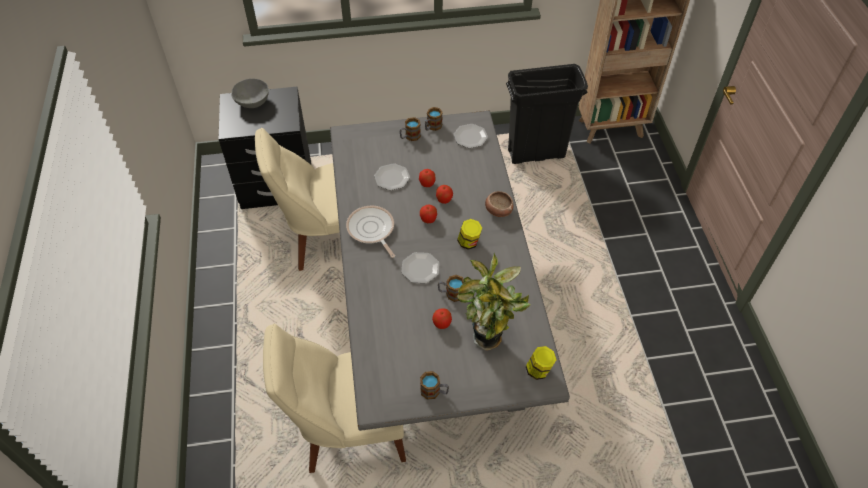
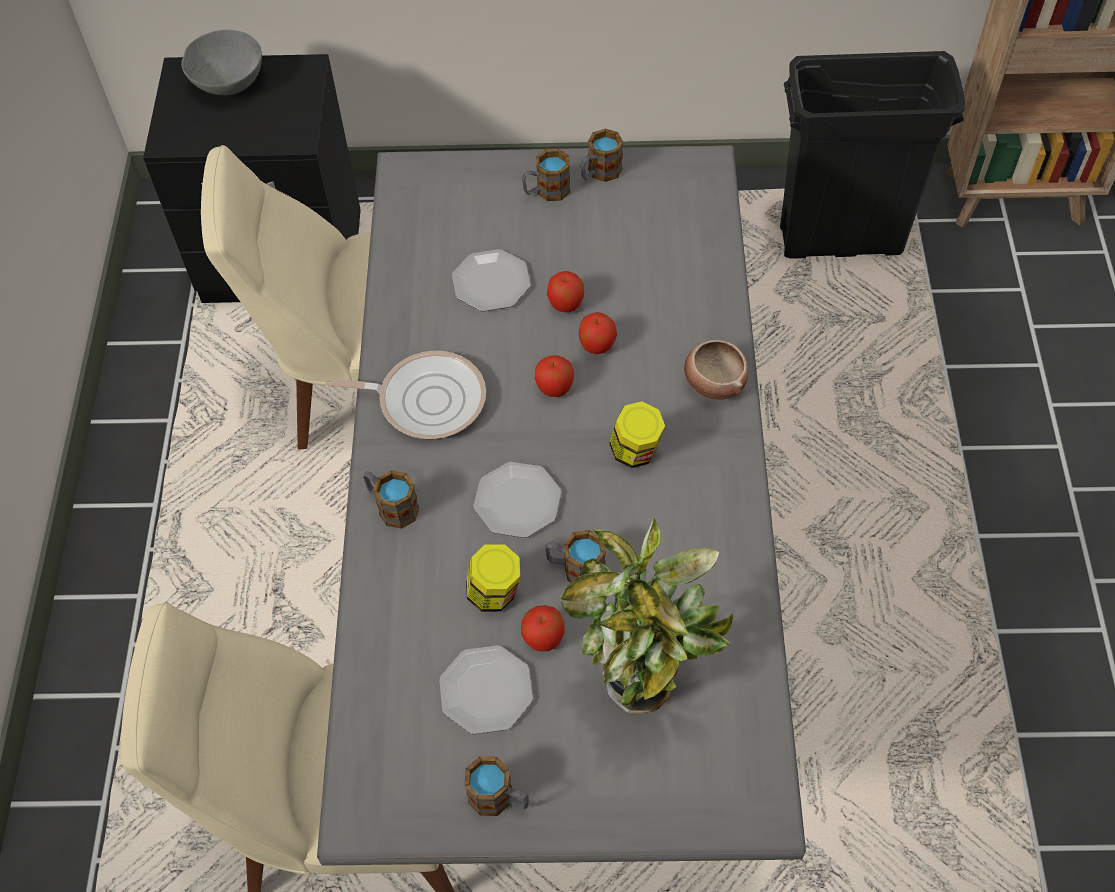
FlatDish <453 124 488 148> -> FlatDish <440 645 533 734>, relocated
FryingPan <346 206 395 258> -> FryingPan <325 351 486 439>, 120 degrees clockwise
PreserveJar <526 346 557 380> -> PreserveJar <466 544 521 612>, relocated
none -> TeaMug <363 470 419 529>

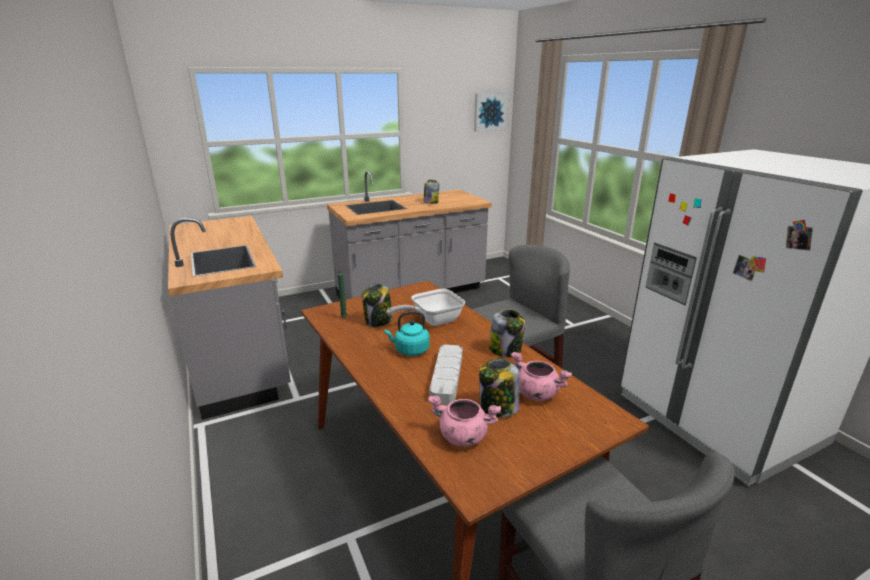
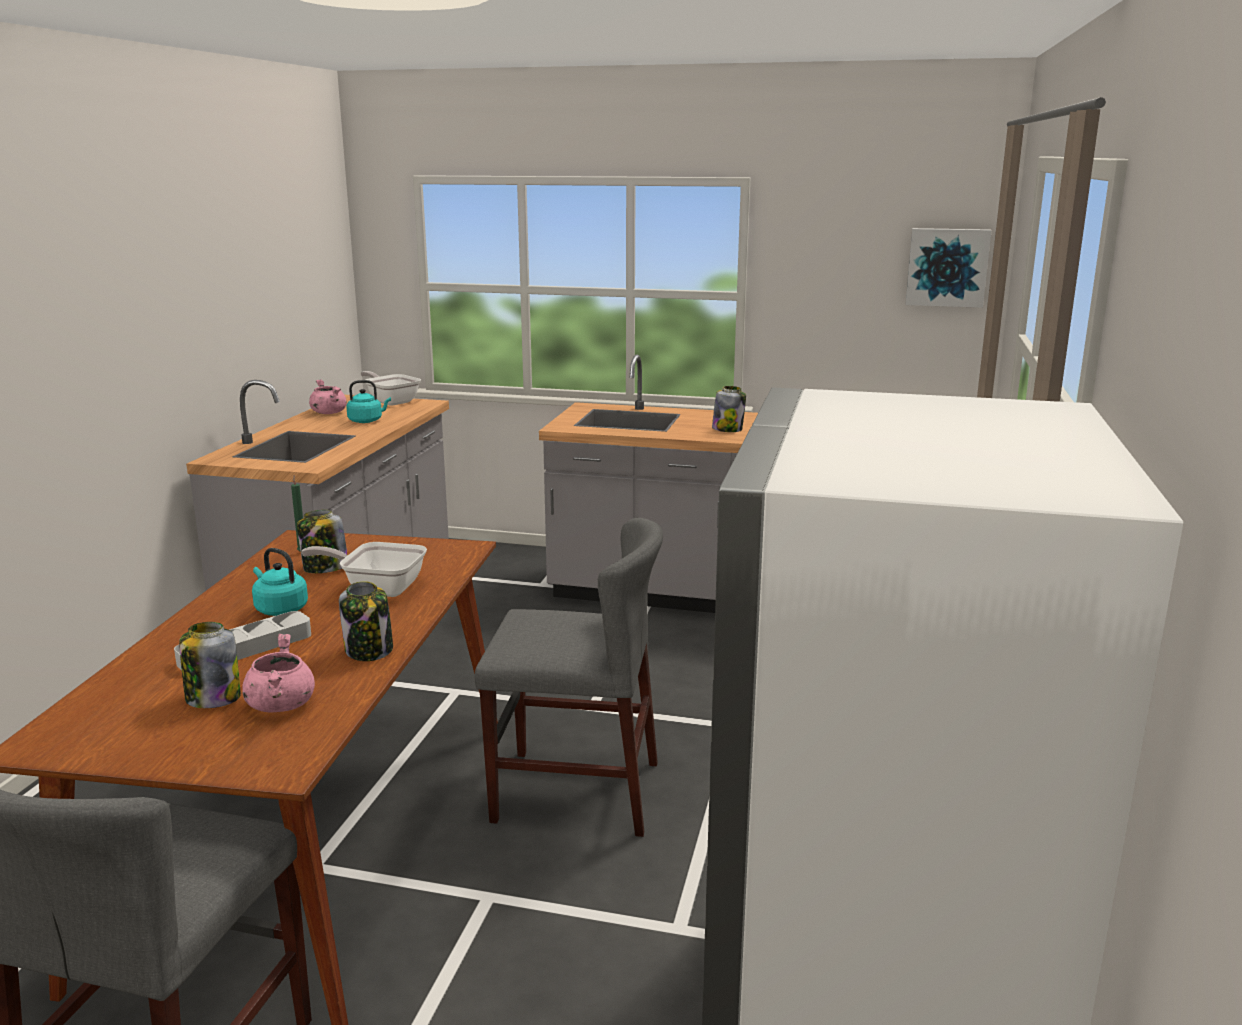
PinkStockpot <428 396 501 447> -> PinkStockpot <309 379 347 414>, relocated
none -> FryingPan <360 371 421 406>
none -> TurquoiseKettle <346 380 391 423>

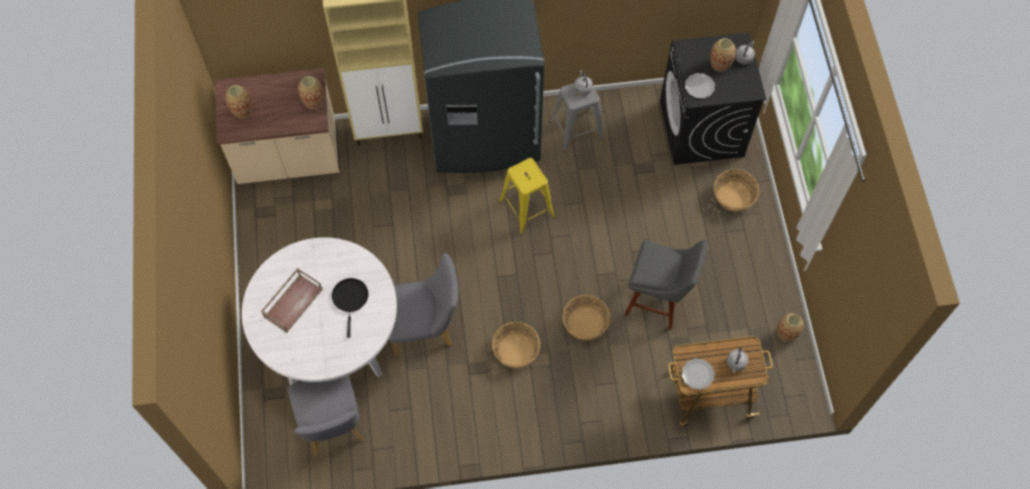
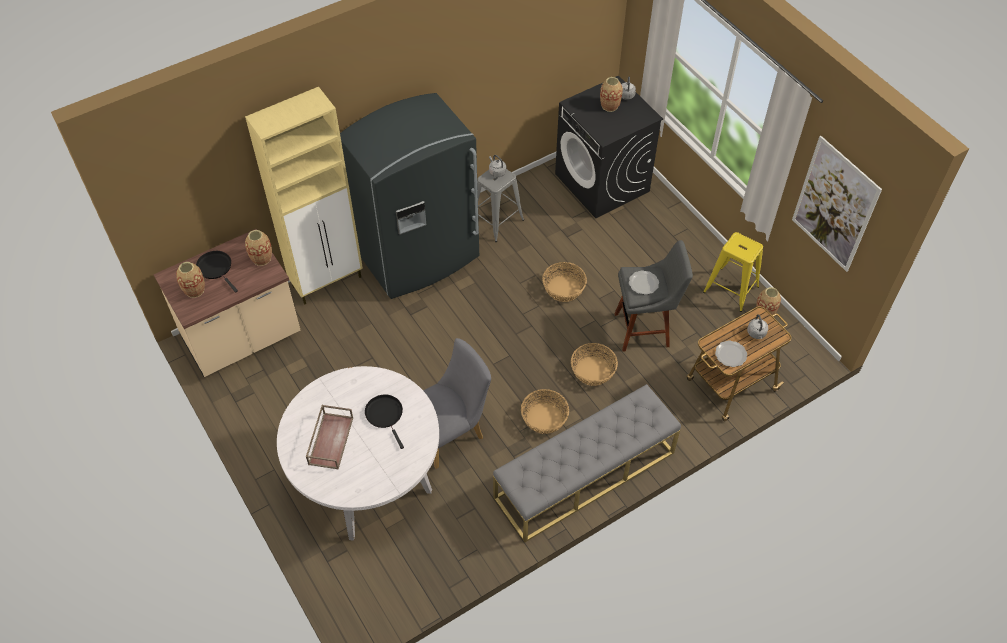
FlatDish <685 73 715 99> -> FlatDish <629 270 659 295>, relocated
YellowColouredSittingStool <499 158 555 235> -> YellowColouredSittingStool <703 232 763 312>, relocated
HouseholdBasket <714 169 759 212> -> HouseholdBasket <542 262 587 302>, relocated
GreyUprightChair <288 375 363 456> -> none
none -> Picture <792 136 882 272>
none -> BlackishFryingPan <196 251 238 292>
none -> GreyLongSeat <493 384 681 542>

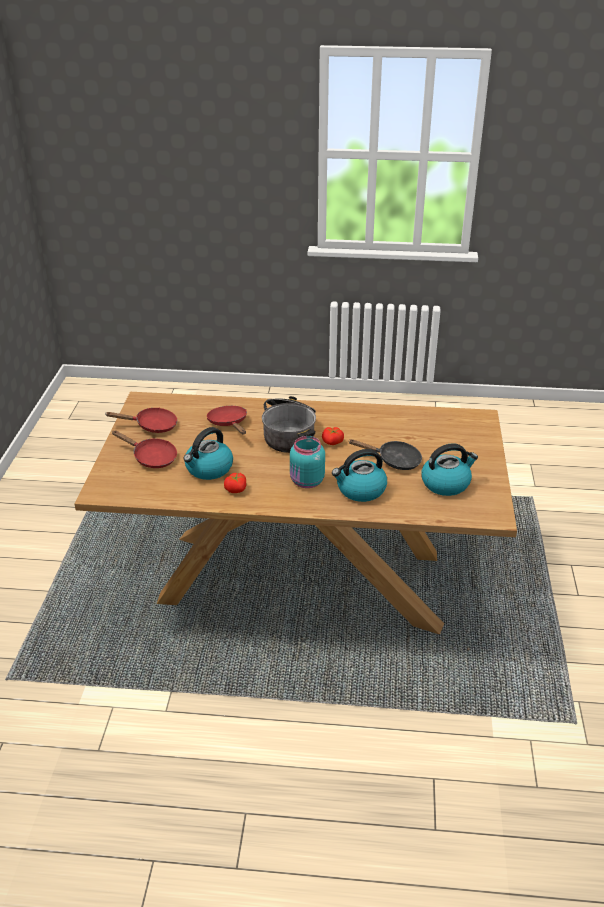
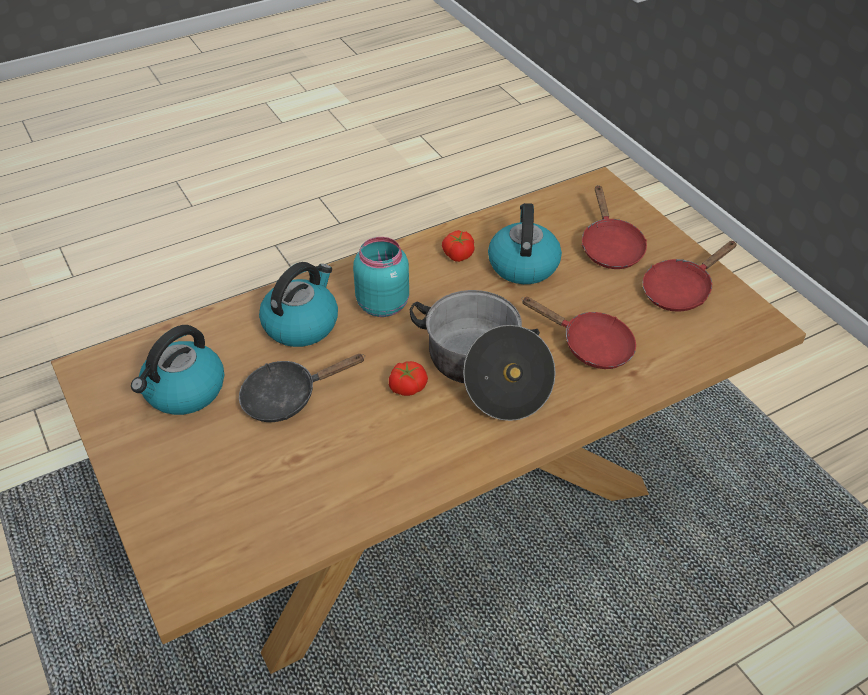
ReddishFryingPan <112 430 177 468> -> ReddishFryingPan <581 185 647 269>, 90 degrees counterclockwise

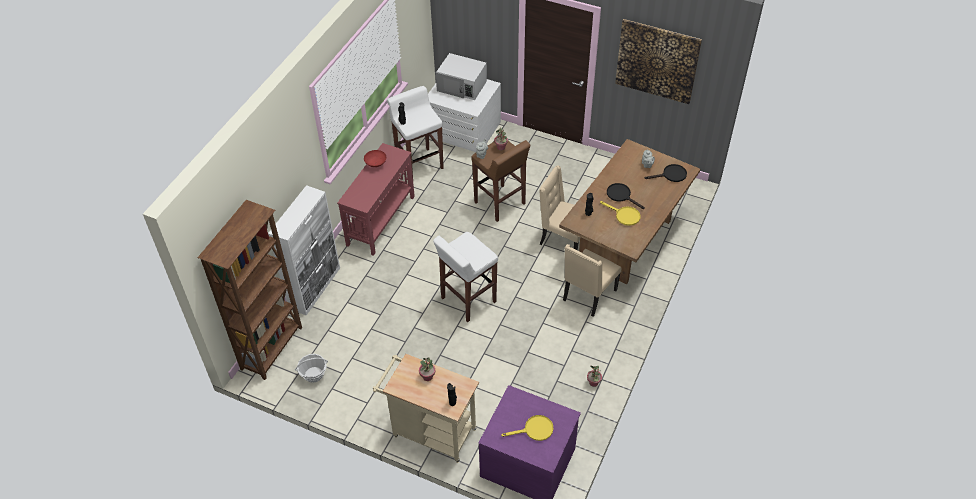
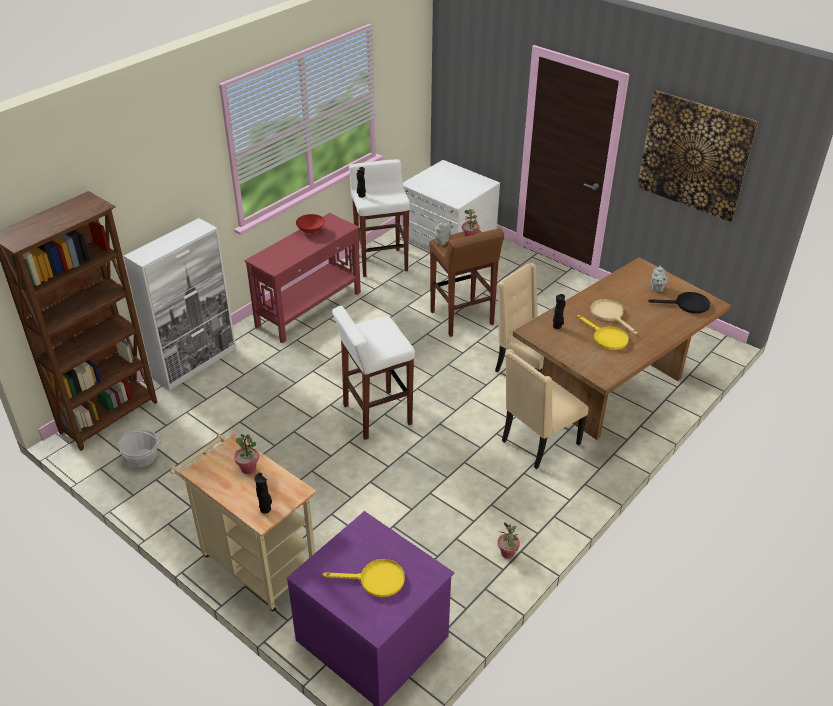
WhitishMicrowaveOven <436 53 487 100> -> none
BlackishFryingPan <607 183 645 209> -> BeigeFryingPan <590 299 637 335>

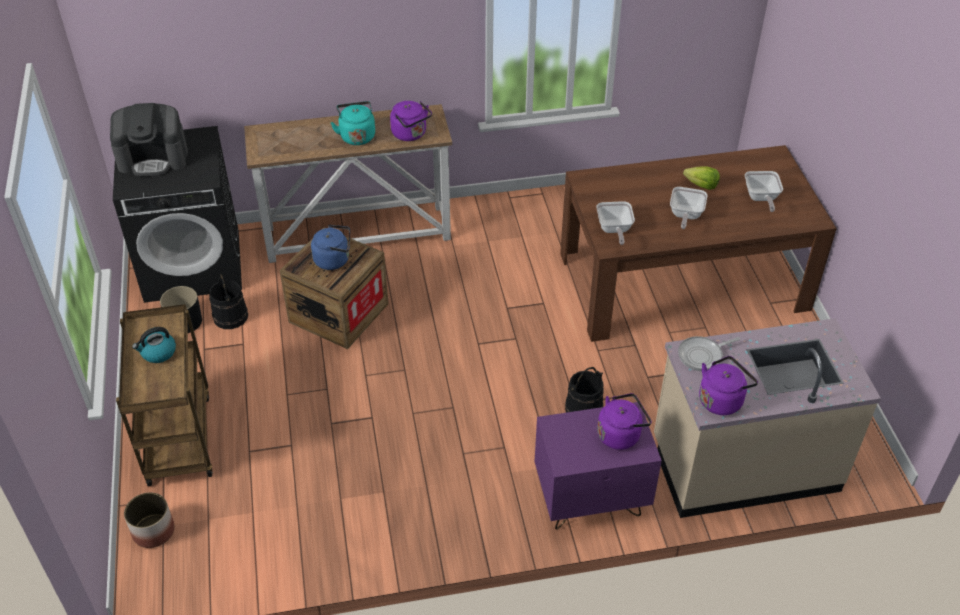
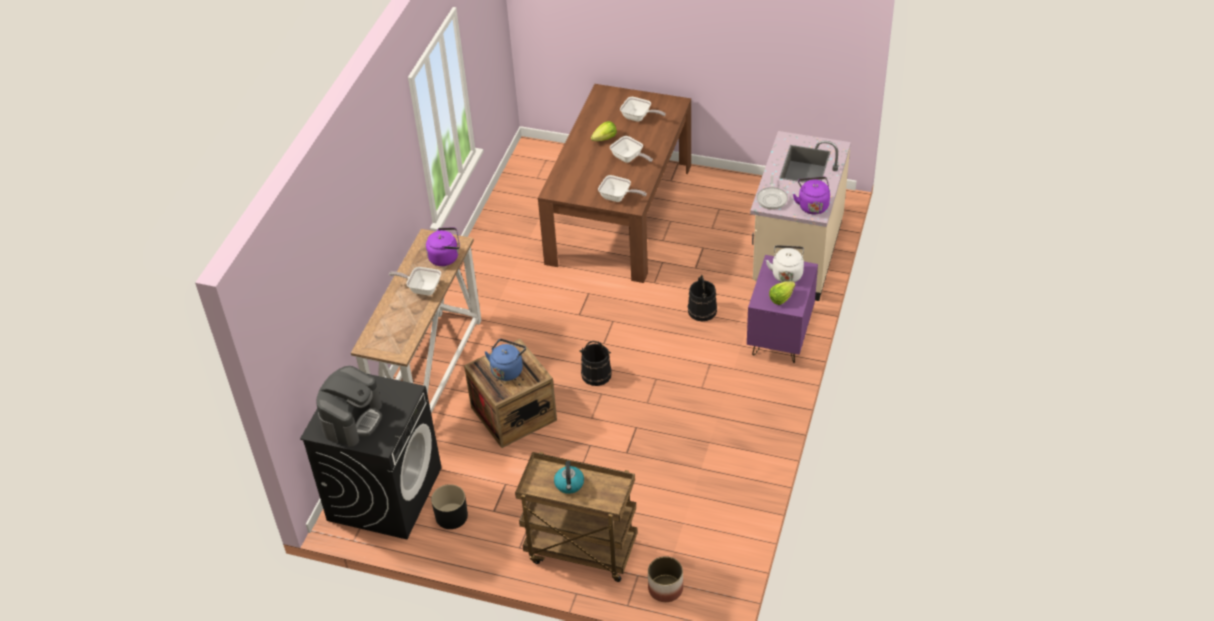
TurquoiseKettle <331 101 375 145> -> FryingPan <389 267 441 295>
BlackishWaterBucket <209 273 248 329> -> BlackishWaterBucket <579 341 612 386>, relocated
PurpleColouredKettle <597 393 652 450> -> WhitishKettle <766 245 804 282>
none -> LettuceHead <769 281 795 305>

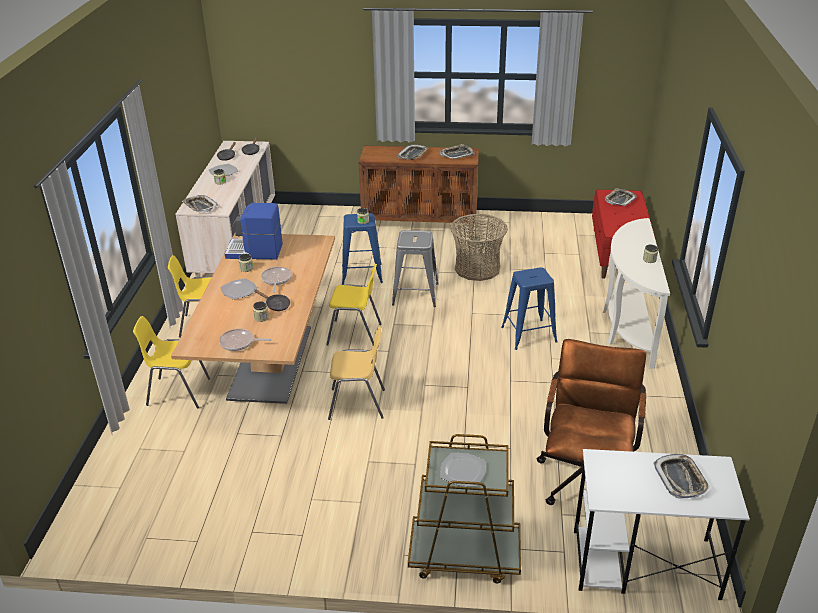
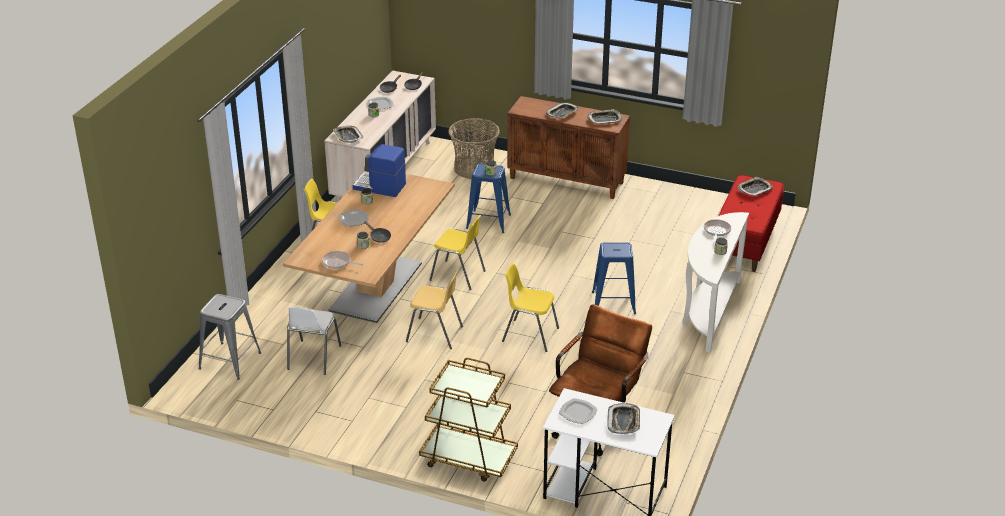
HouseholdBasket <450 214 508 281> -> HouseholdBasket <448 118 500 179>, relocated
GreySittingStool <392 230 439 307> -> GreySittingStool <199 294 261 380>, relocated
FryingPan <261 267 292 293> -> FryingPan <704 219 731 243>, relocated
YellowColouredUprightChair <133 316 210 408> -> YellowColouredUprightChair <502 263 559 352>, relocated
FlatDish <440 453 486 486> -> FlatDish <559 398 598 424>, relocated
none -> WhitishUprightChair <287 307 341 375>

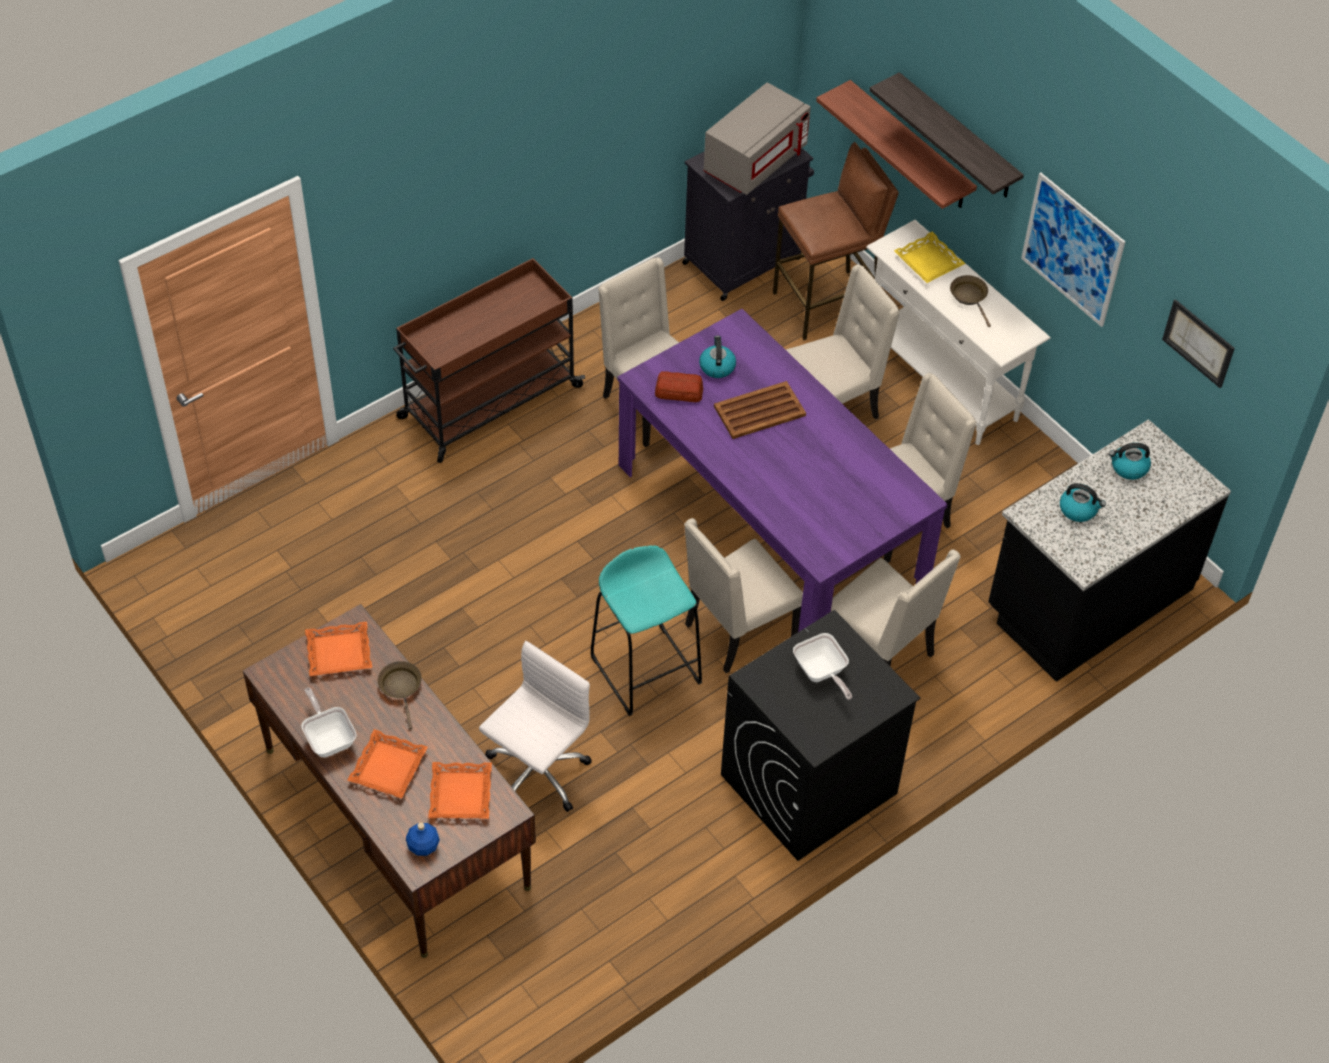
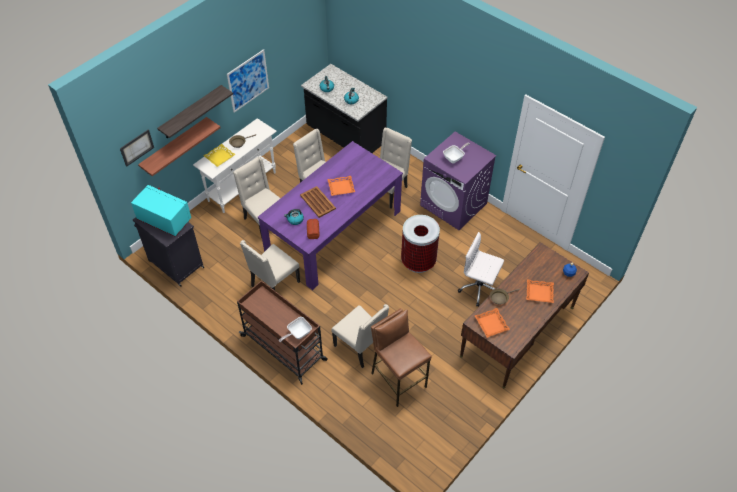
GreyMicrowaveOven <704 82 811 195> -> TurquoiseMicrowaveOven <131 185 191 237>
BrownSittingStool <773 142 899 340> -> BrownSittingStool <371 308 432 407>, relocated
Picture <1162 299 1235 388> -> Picture <120 129 154 167>, relocated
BeigeUprightChair <684 518 803 673> -> BeigeUprightChair <332 304 389 368>, relocated
TurquoiseSittingStool <590 545 702 716> -> WasteBin <401 215 440 273>
BlackishLaundryAppliance <721 610 920 861> -> PurpleColouredLaundryAppliance <420 132 496 230>
FryingPan <301 688 357 757> -> FryingPan <279 317 312 342>, relocated
OrangeCarryingTray <428 762 492 819> -> OrangeCarryingTray <327 176 355 196>, relocated

